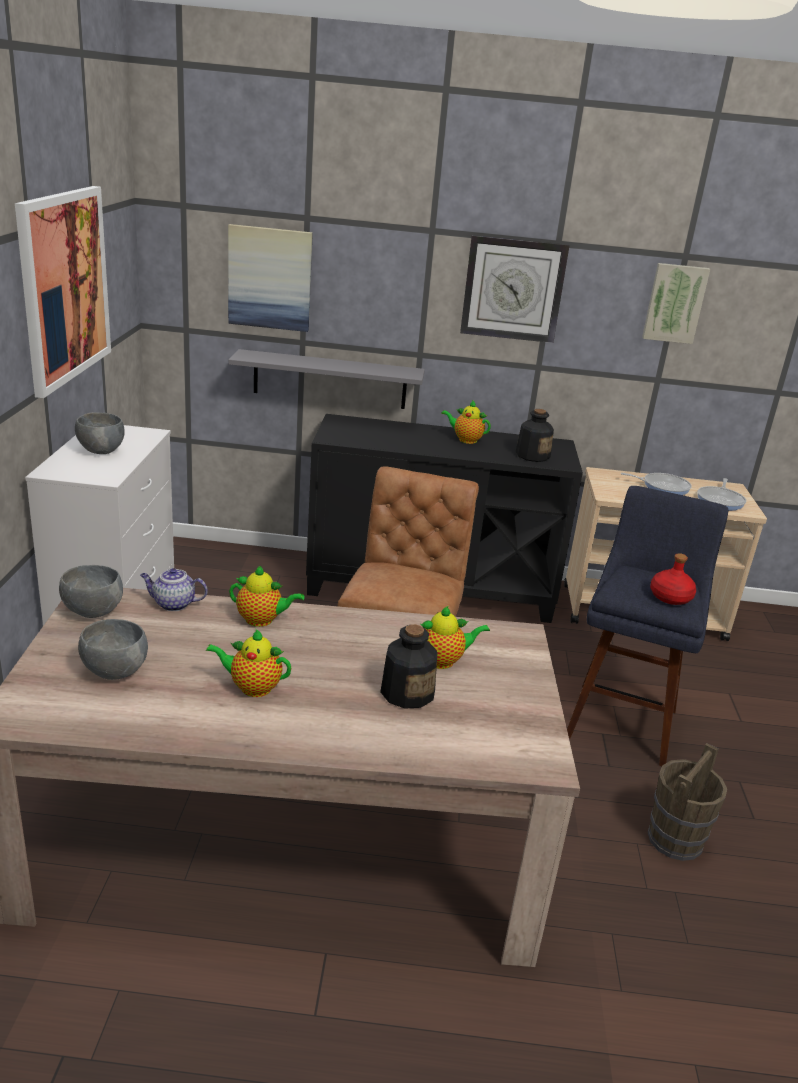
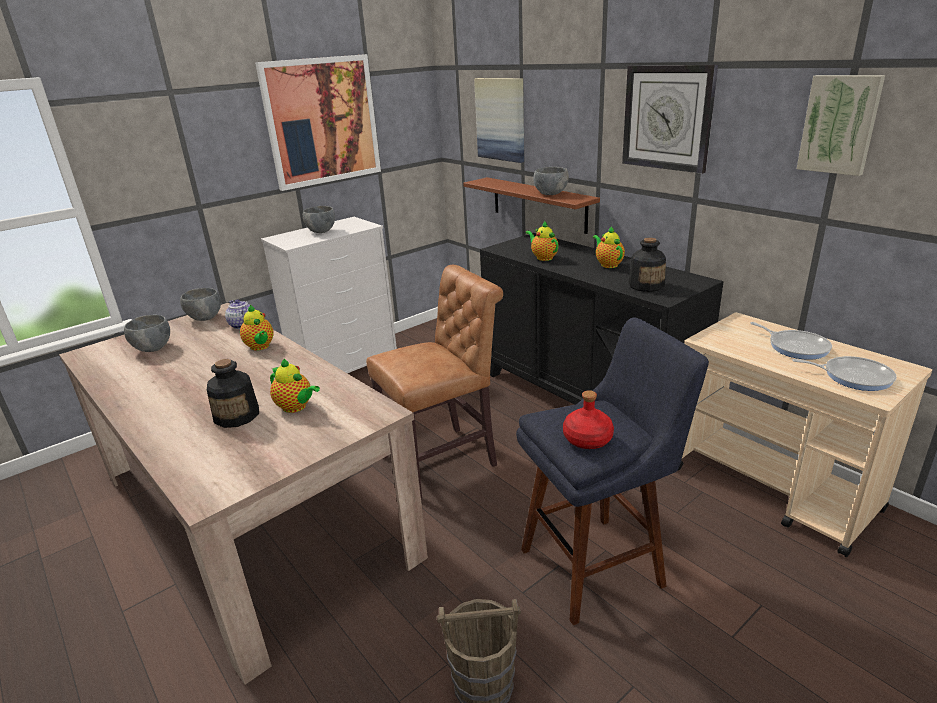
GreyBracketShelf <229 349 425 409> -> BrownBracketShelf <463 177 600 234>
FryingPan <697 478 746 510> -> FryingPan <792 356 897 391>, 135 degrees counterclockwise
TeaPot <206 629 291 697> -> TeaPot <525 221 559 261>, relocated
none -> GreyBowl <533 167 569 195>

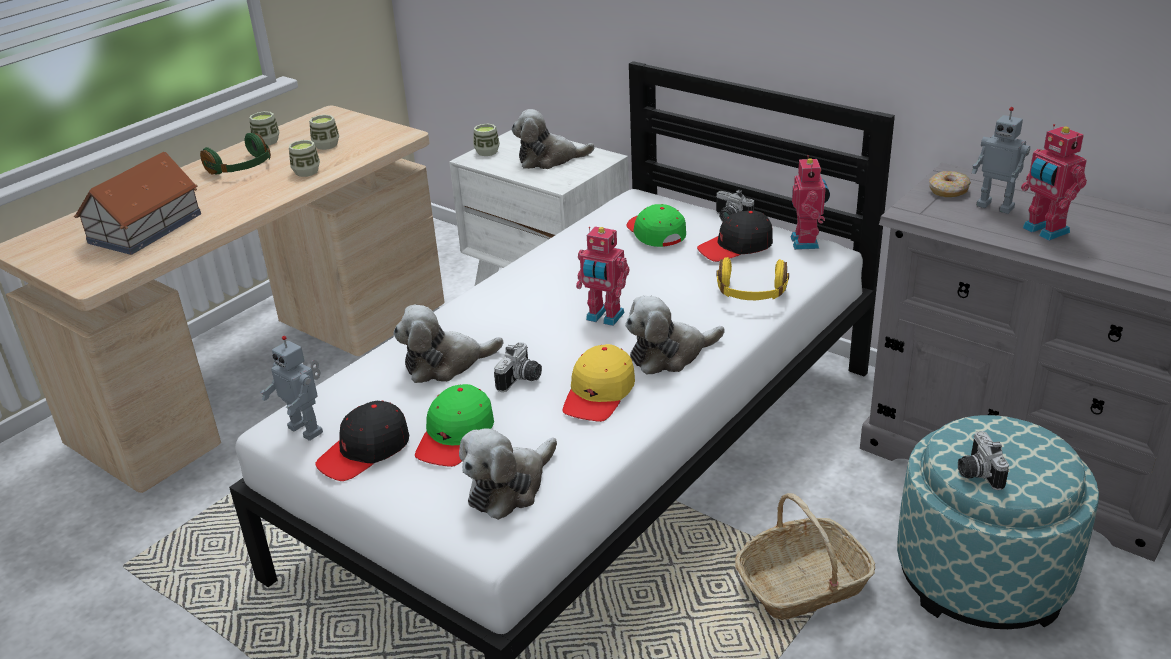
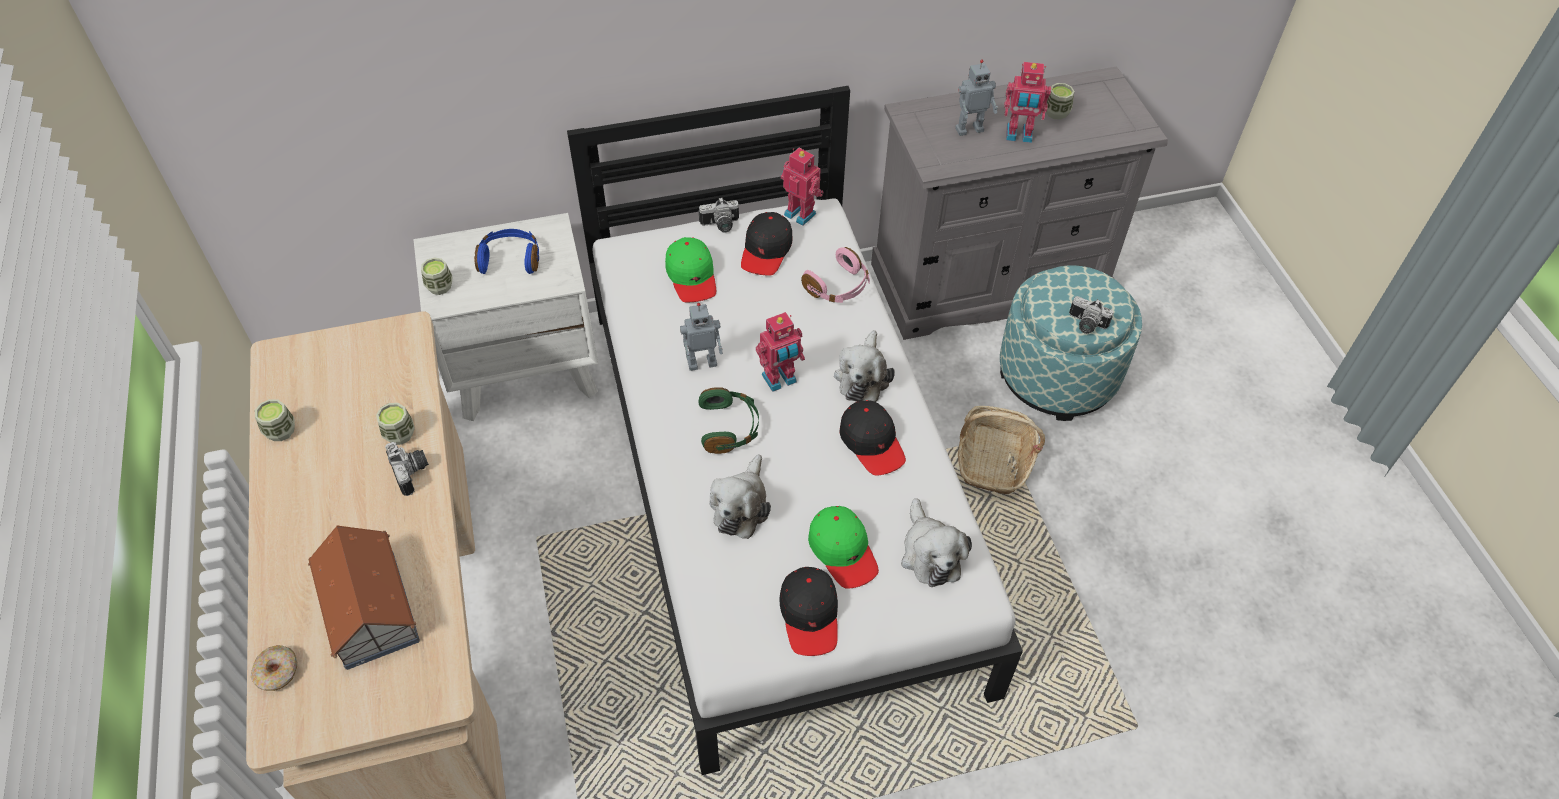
SoftToy <511 109 595 169> -> BluishHeadphones <474 229 539 274>
Cup <309 115 339 150> -> Cup <1046 83 1074 120>, relocated
GreenishHeadphones <200 133 271 174> -> GreenishHeadphones <698 387 759 454>, relocated
RingDoughnut <929 171 971 197> -> RingDoughnut <251 645 297 691>, relocated
GreenishPeakedCap <626 204 686 247> -> GreenishPeakedCap <665 237 716 302>, 120 degrees counterclockwise
YellowColouredHeadphones <716 257 789 300> -> PinkHeadphones <801 247 870 303>
ToyRobot <260 335 323 441> -> ToyRobot <680 303 723 371>, relocated
PhotoCamera <494 342 542 392> -> PhotoCamera <385 442 429 496>, relocated
YellowColouredPeakedCap <563 344 635 422> -> BlackishPeakedCap <839 400 906 476>

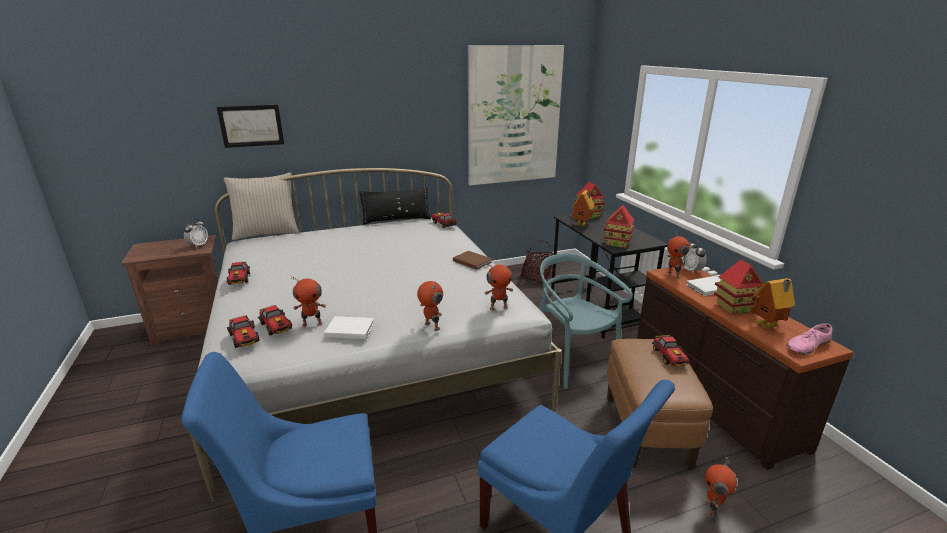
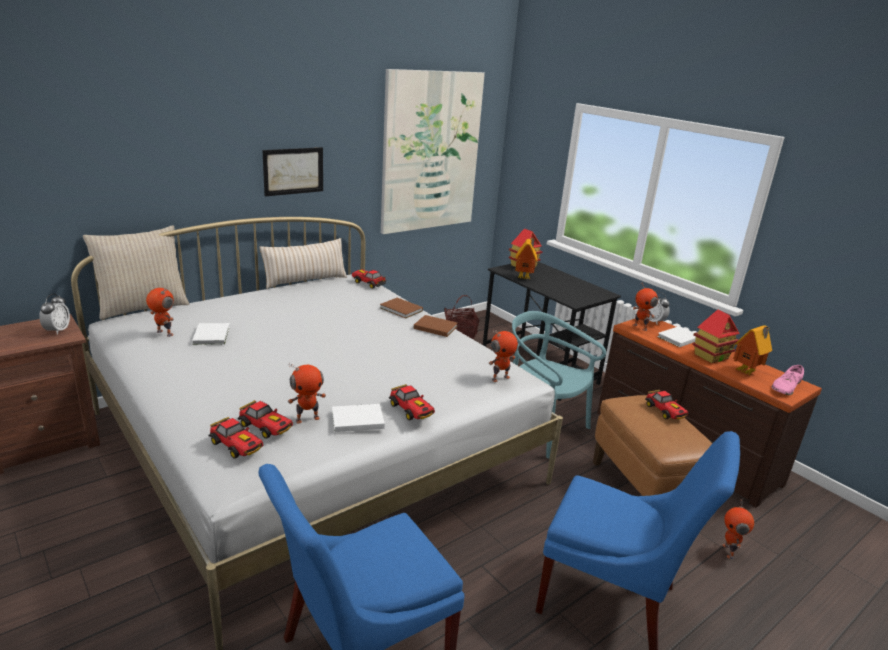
Picture <217 105 284 148> -> Picture <262 147 323 196>, relocated
BlackishThrowPillow <359 187 431 225> -> BeigeThrowPillow <259 238 347 289>
MiniatureHouse <604 205 635 248> -> none
MiniatureCar <227 262 250 285> -> MiniatureCar <389 384 435 420>, relocated
ToyRobot <417 281 443 331> -> ToyRobot <146 288 174 337>, relocated
none -> BrownBoundBook <380 298 423 318>
none -> WhitishBoundBook <192 323 230 345>

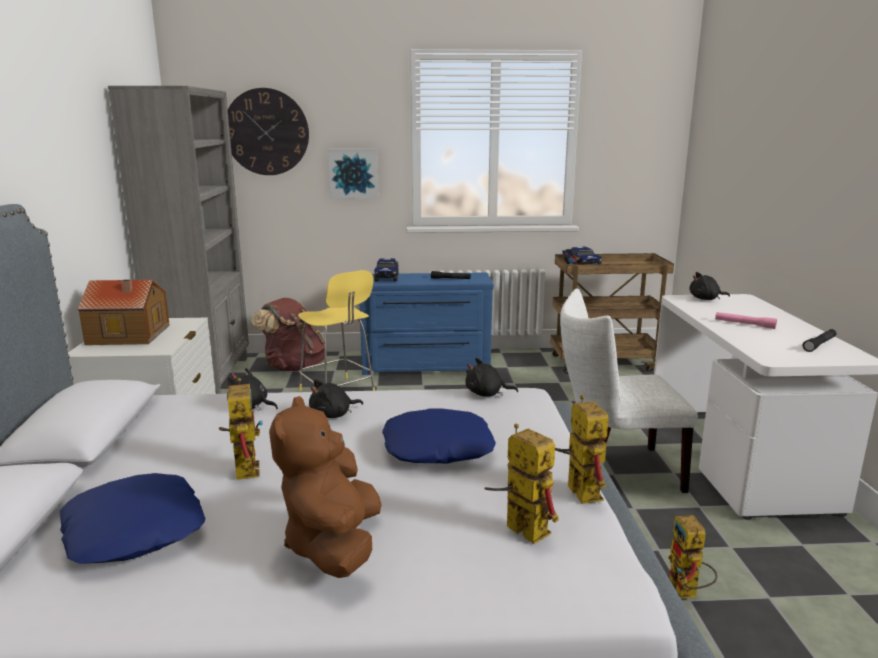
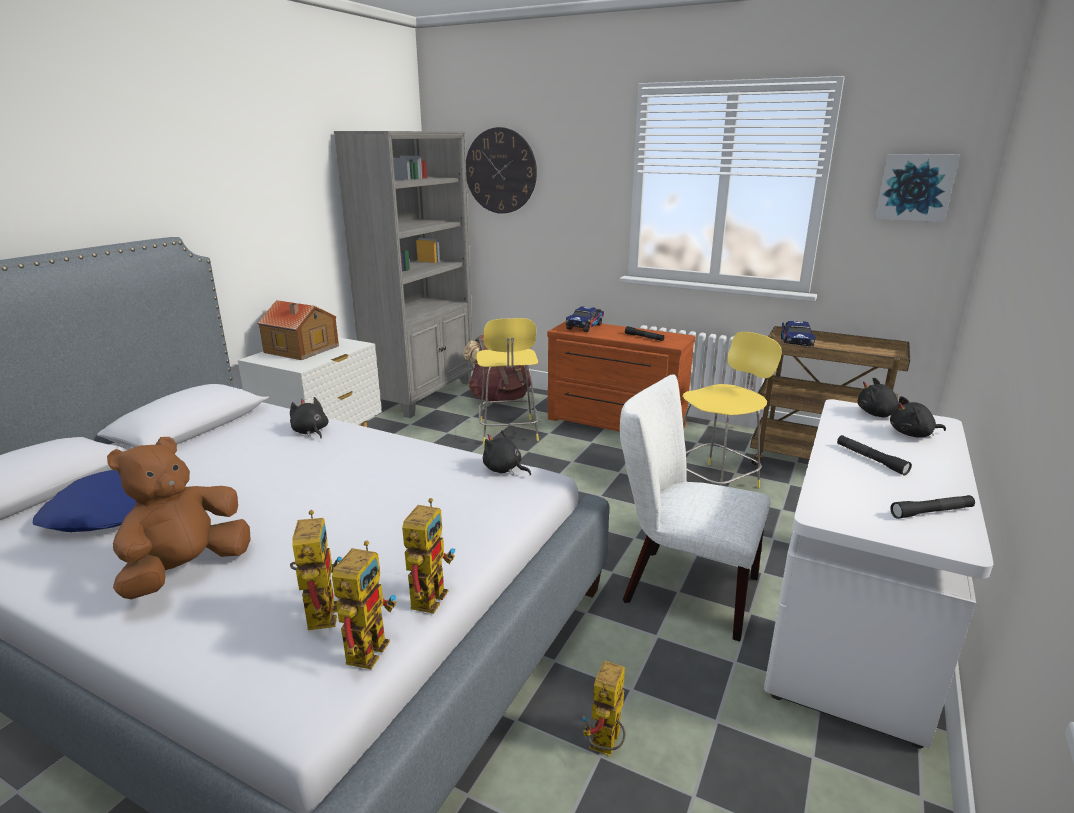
Picture <328 149 379 199> -> Picture <875 154 960 222>, relocated
BluishDresser <360 272 494 375> -> BrownDresser <547 321 696 432>
PinkHandTorch <715 312 777 329> -> BlackishHandTorch <837 435 912 475>
ToyRobot <219 378 263 480> -> ToyRobot <332 541 396 669>, relocated
BlackishSoftToy <309 379 363 418> -> BlackishSoftToy <890 396 946 438>, relocated
BluishThrowPillow <382 408 496 464> -> none
none -> YellowColouredSittingStool <682 332 782 488>

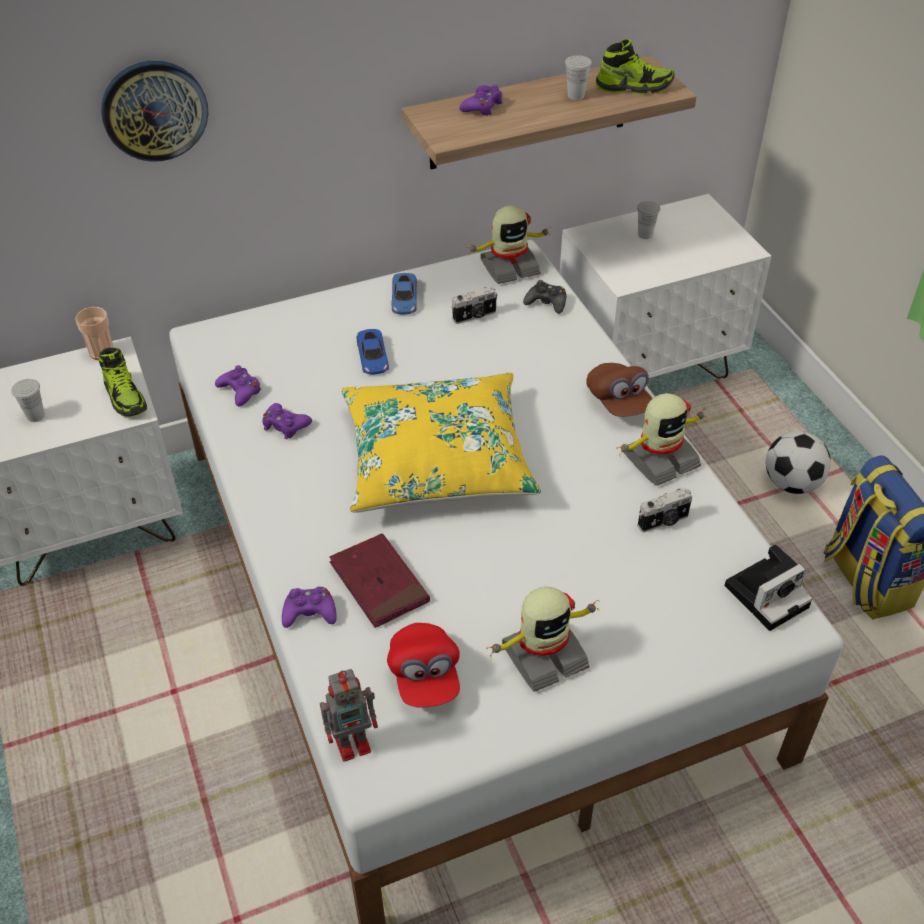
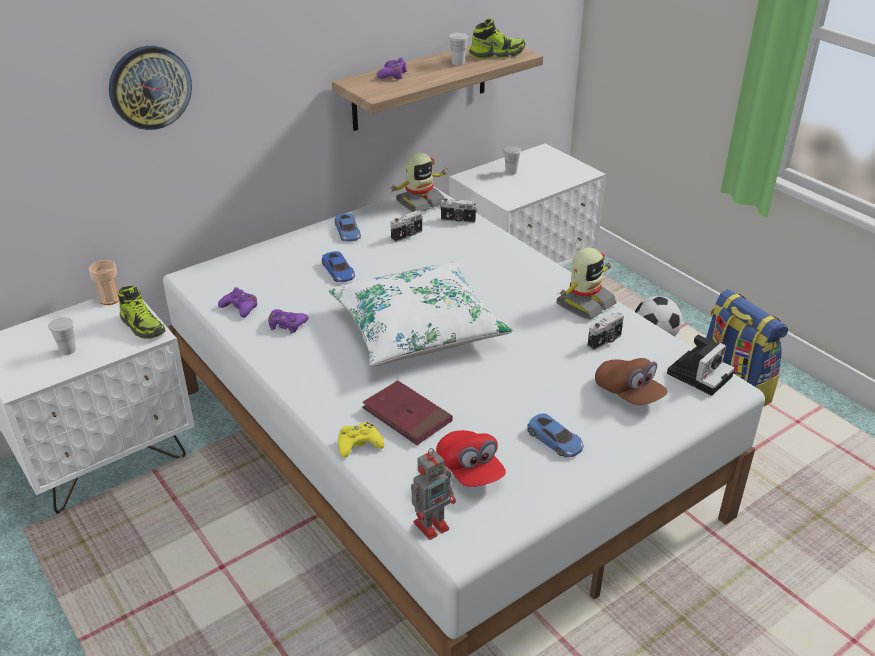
BlackishGameController <523 280 566 314> -> PhotoCamera <440 198 477 223>
BrownPeakedCap <586 363 653 417> -> BrownPeakedCap <595 358 667 405>, relocated
YellowColouredThrowPillow <341 373 541 513> -> WhitishThrowPillow <328 261 513 367>
PurpleColouredGameController <282 587 337 628> -> YellowColouredGameController <338 422 384 458>
ToyRobot <486 587 601 692> -> BluishMiniatureCar <527 413 584 457>

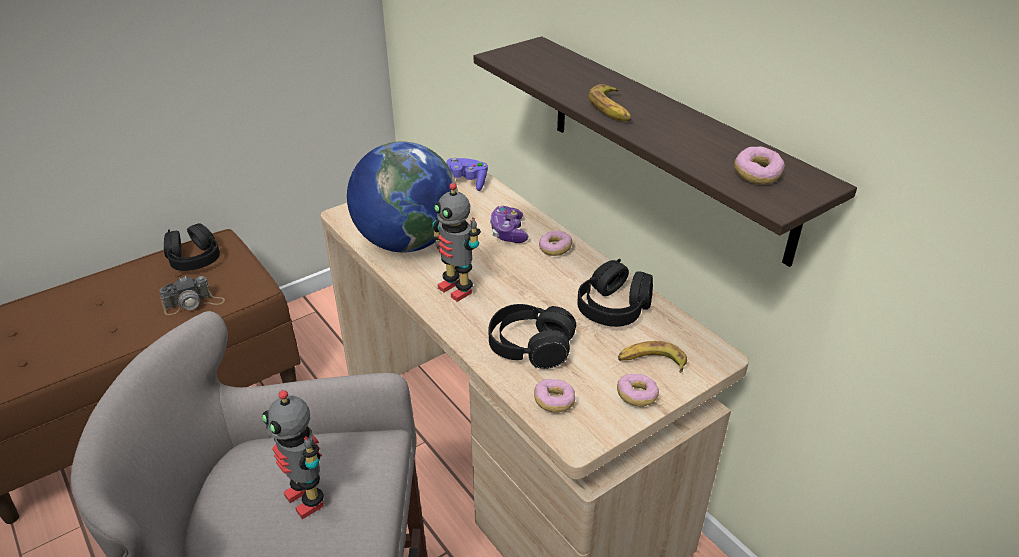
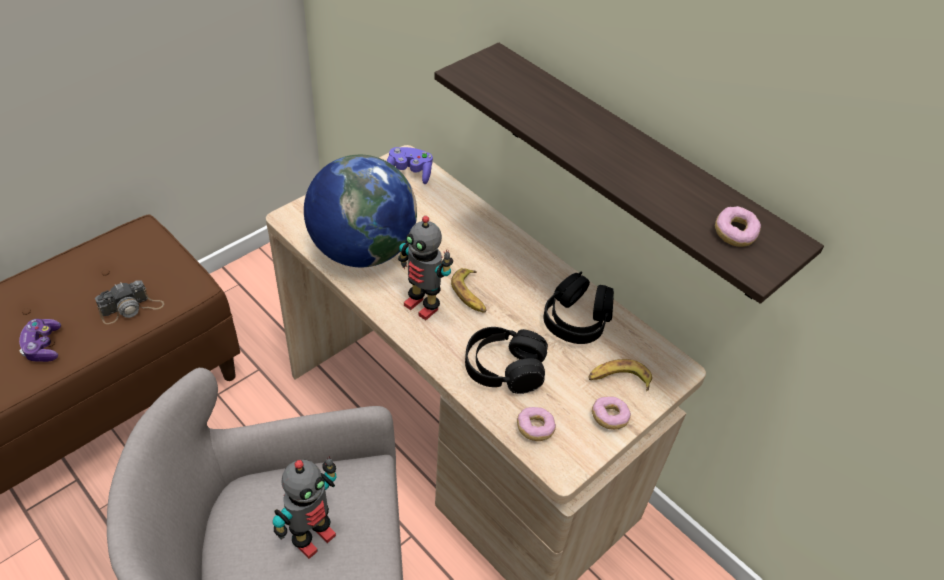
WholeBanana <588 84 631 121> -> WholeBanana <451 268 487 313>, relocated
GameController <490 206 528 243> -> GameController <19 319 61 362>, relocated
BlackishHeadphones <164 223 220 271> -> none
RingDoughnut <539 231 572 256> -> none
ToyRobot <262 390 324 519> -> ToyRobot <273 456 337 559>, 90 degrees counterclockwise

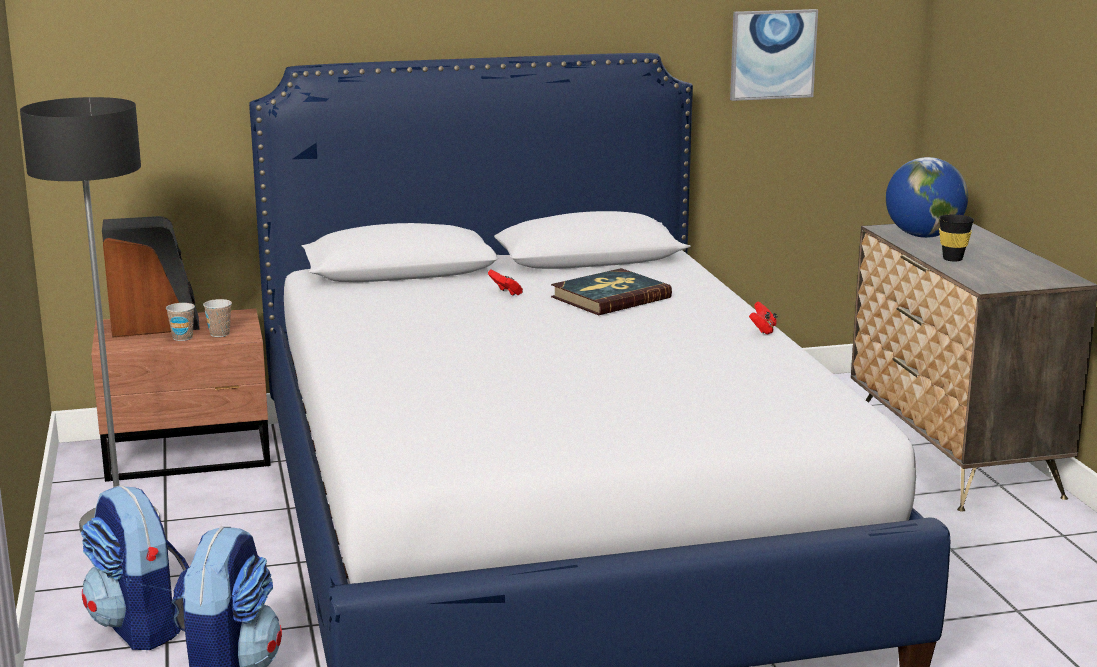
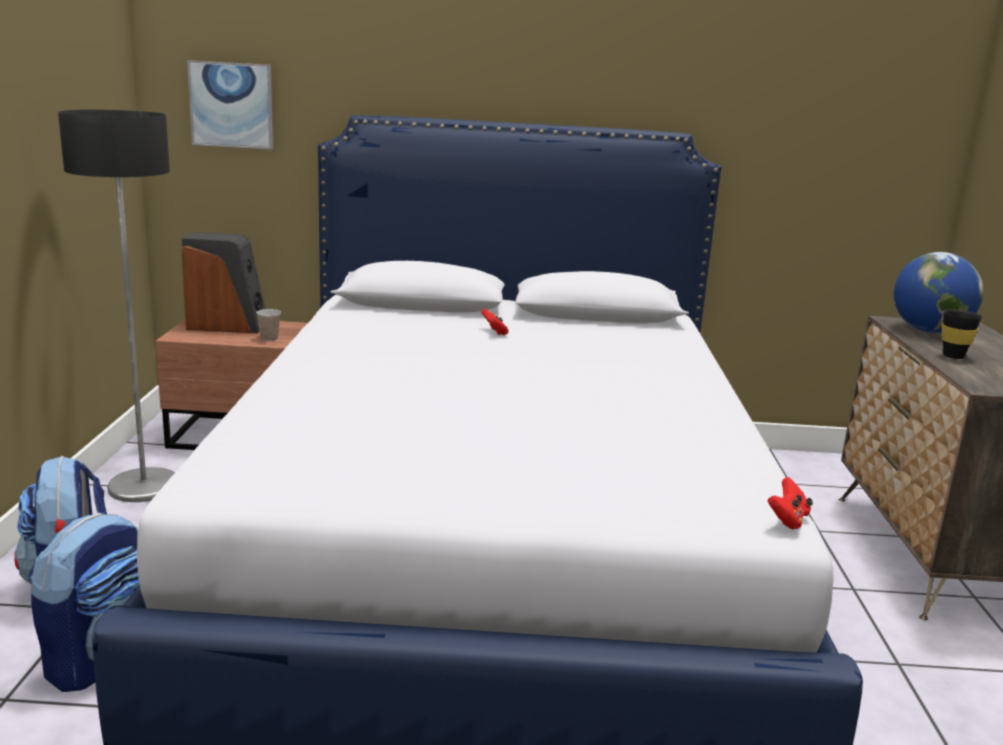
Picture <730 9 818 101> -> Picture <187 60 273 150>, relocated
BoundBook <551 268 672 316> -> none
ReddishGameController <749 301 777 334> -> ReddishGameController <767 477 813 529>, relocated
Cup <166 303 195 341> -> none

